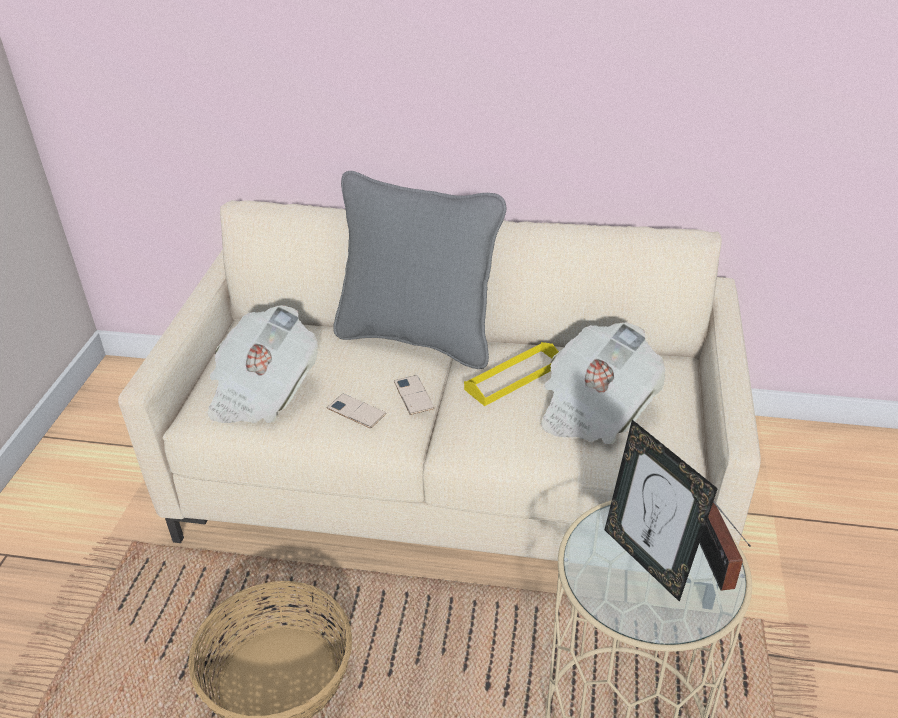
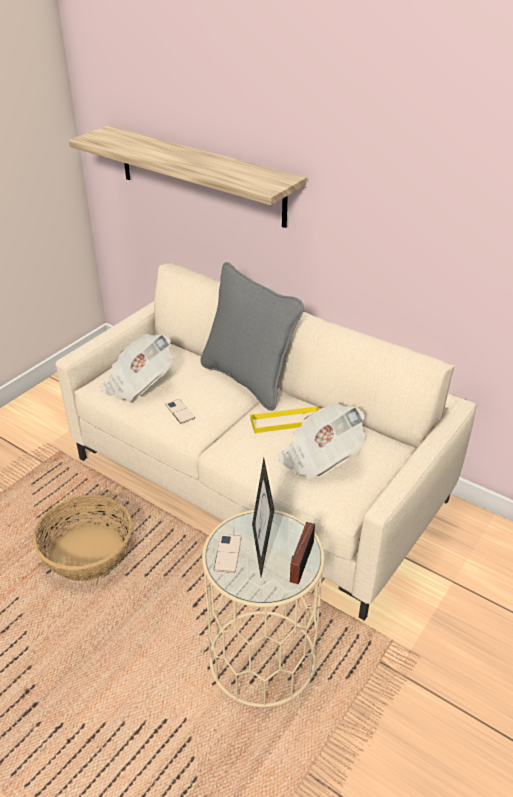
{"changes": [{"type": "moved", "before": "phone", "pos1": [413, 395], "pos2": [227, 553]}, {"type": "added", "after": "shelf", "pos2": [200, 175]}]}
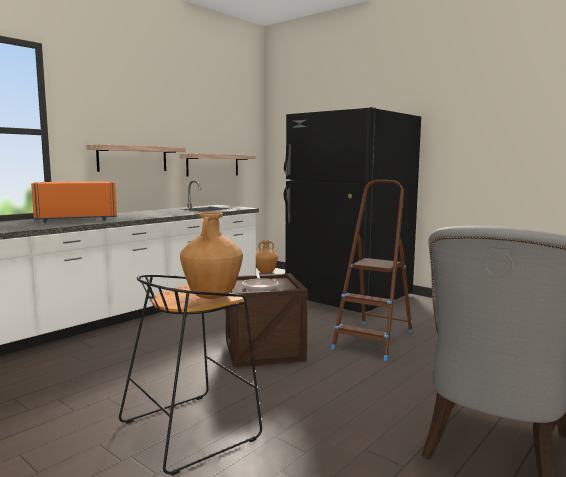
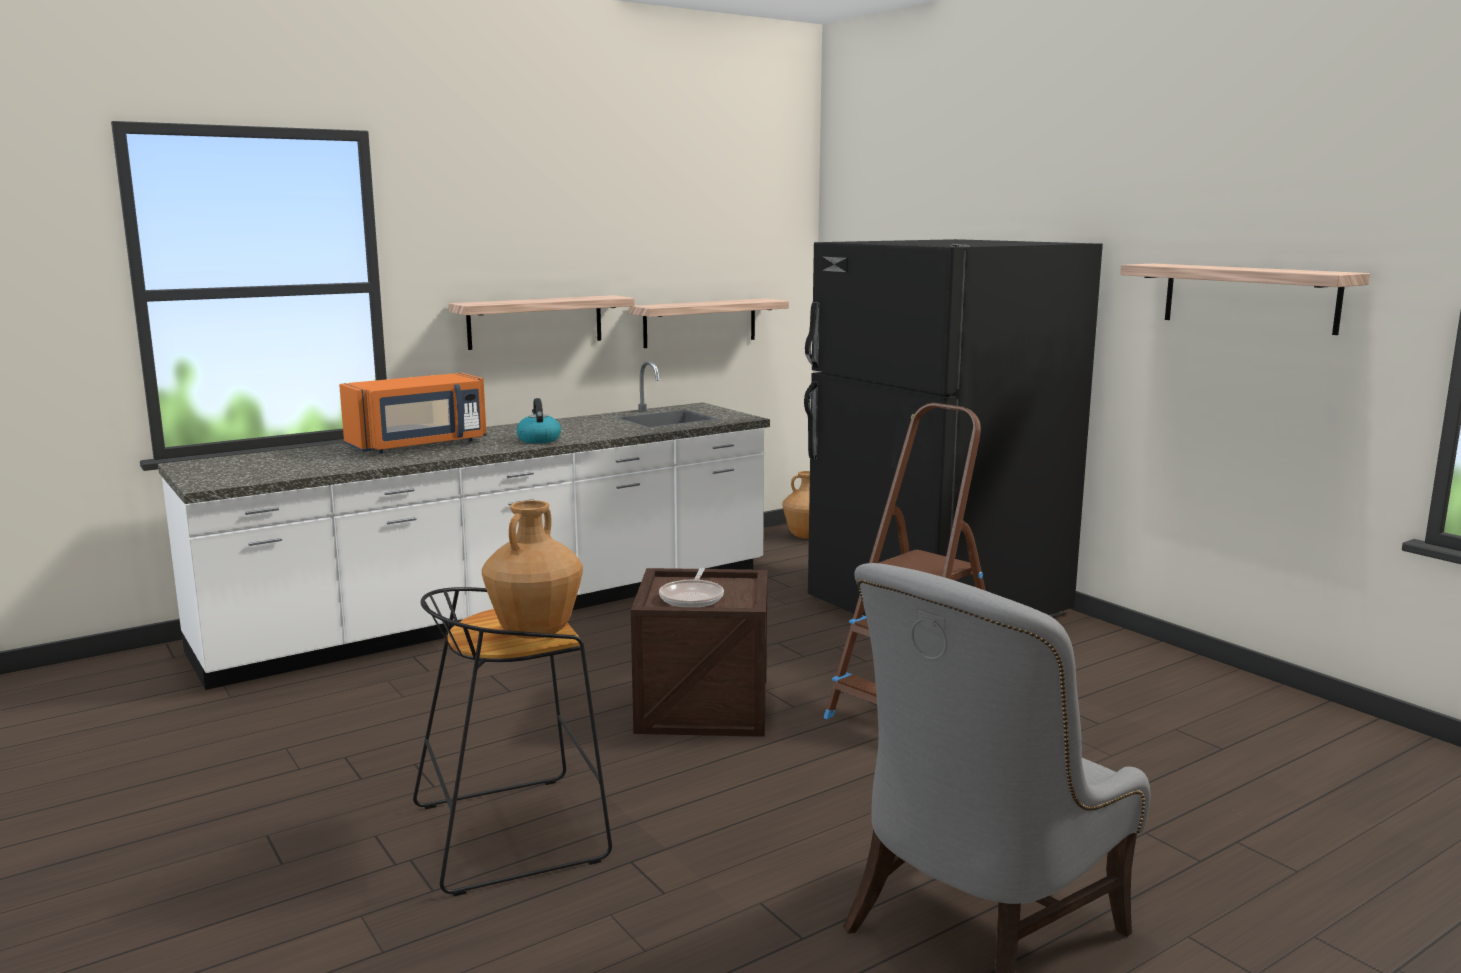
{"changes": [{"type": "turned", "before": "orange microwave", "pos1": [76, 219], "pos2": [419, 445], "turn": 150}, {"type": "added", "after": "shelf", "pos2": [1249, 297]}, {"type": "added", "after": "kettle", "pos2": [538, 439]}]}
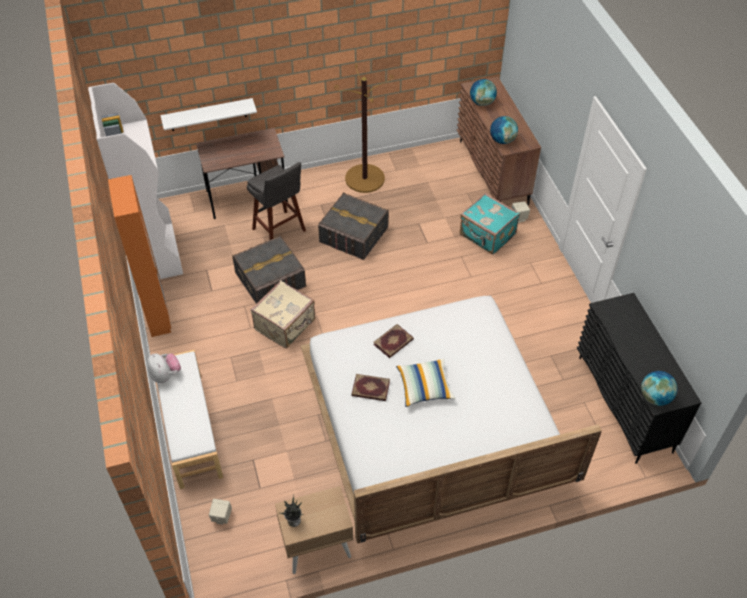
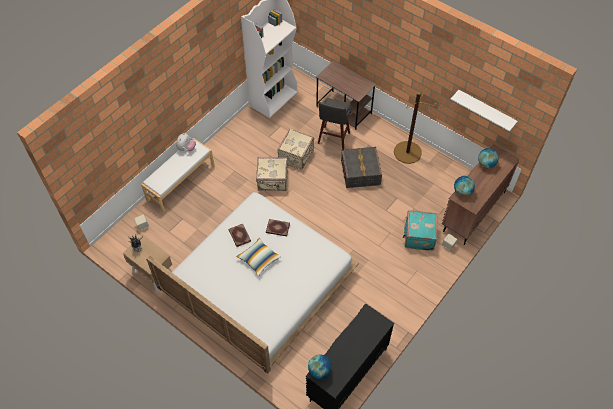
{"changes": [{"type": "moved", "before": "white shelf", "pos1": [208, 115], "pos2": [486, 110]}, {"type": "removed", "before": "orange wardrobe", "pos1": [158, 316]}, {"type": "replaced", "before": "grey storage box", "after": "beige suitcase", "pos1": [270, 279], "pos2": [296, 155]}]}
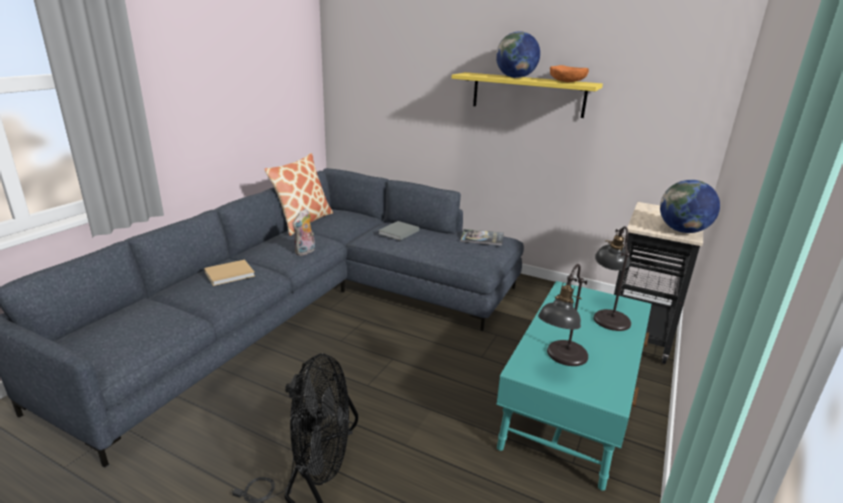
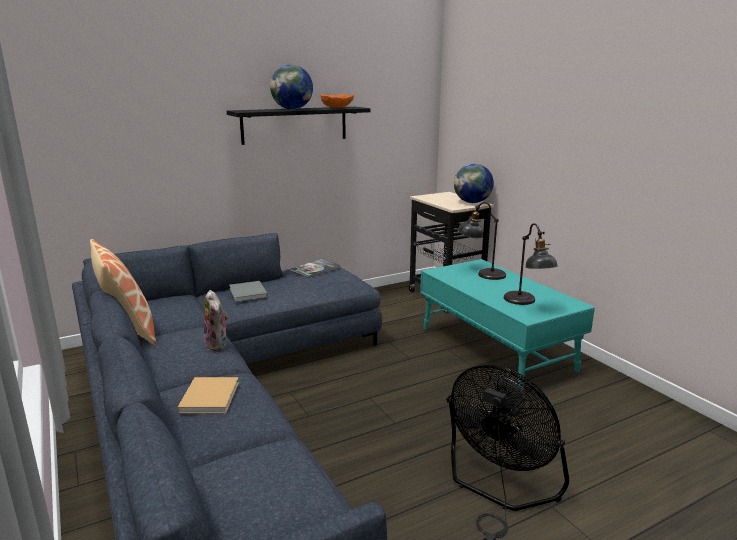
{"changes": [{"type": "recoloured", "before": "yellow shelf", "after": "black shelf", "pos1": [528, 94], "pos2": [294, 125]}]}
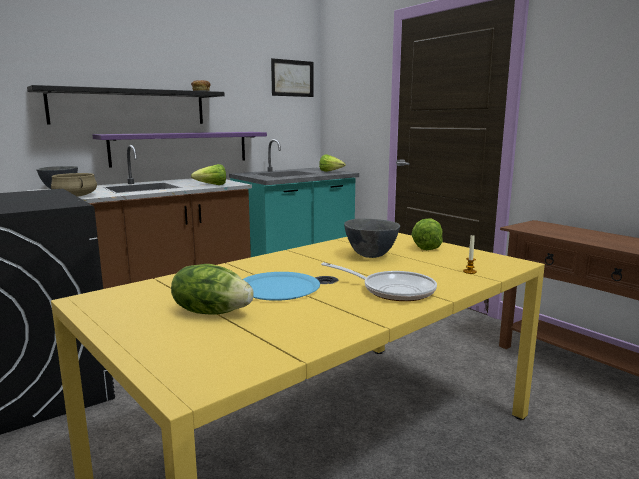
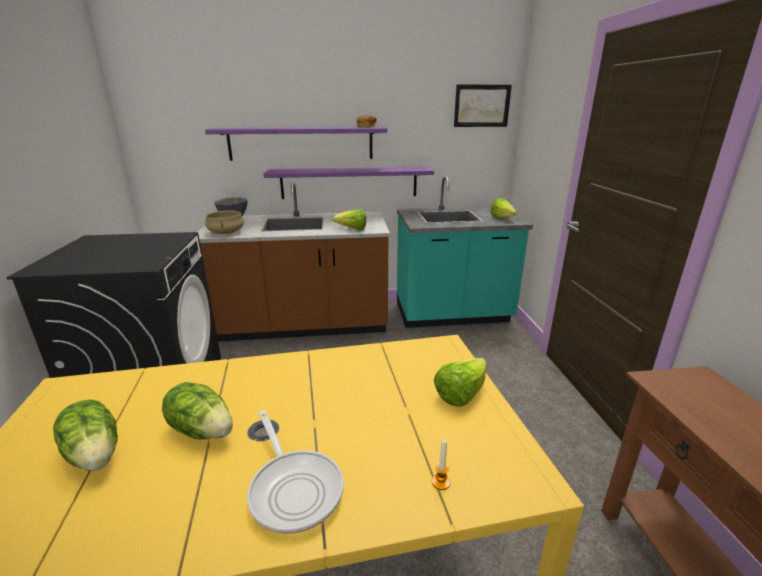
{"changes": [{"type": "recoloured", "before": "black shelf", "after": "purple shelf", "pos1": [130, 107], "pos2": [301, 143]}, {"type": "removed", "before": "grey bowl", "pos1": [371, 256]}, {"type": "replaced", "before": "blue plate", "after": "lettuce", "pos1": [278, 288], "pos2": [202, 429]}]}
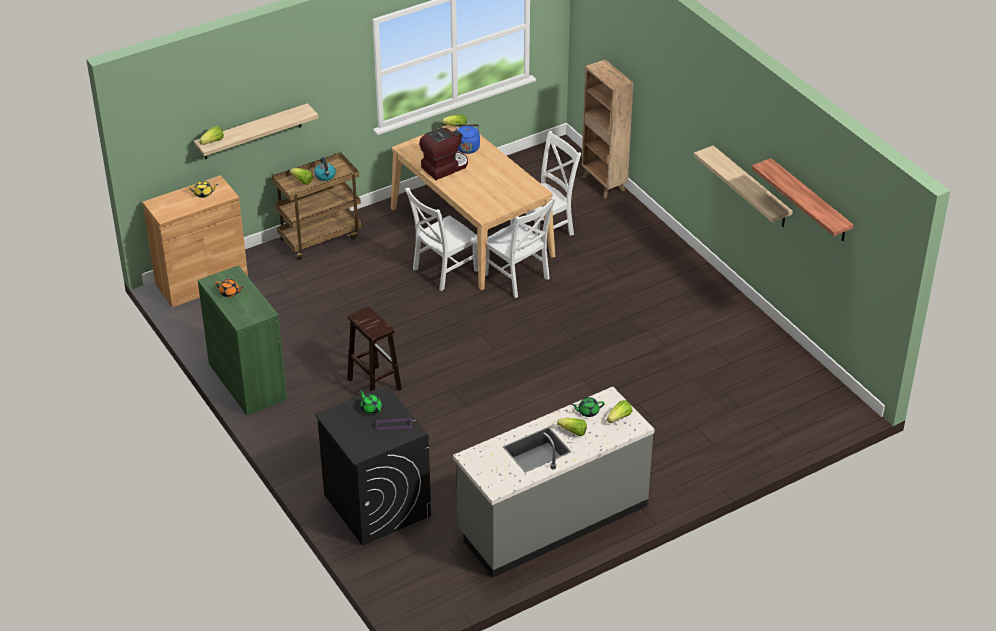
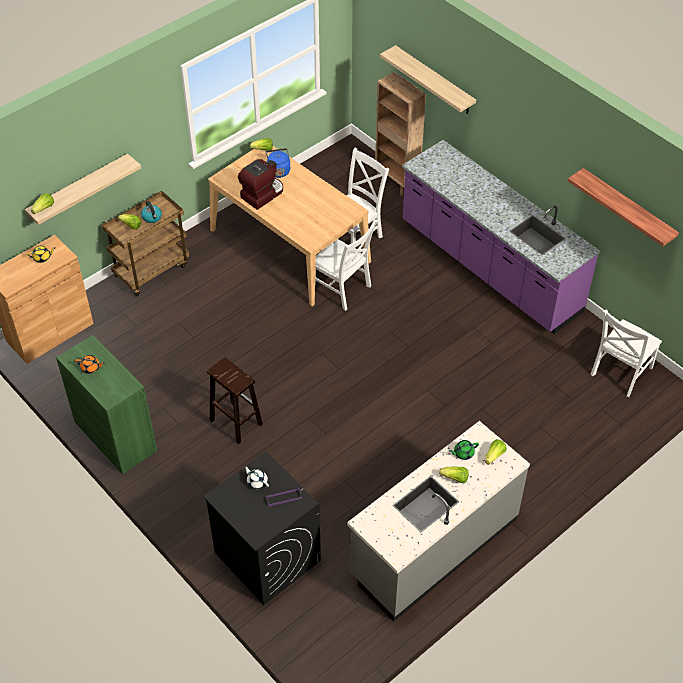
{"changes": [{"type": "moved", "before": "shelf", "pos1": [751, 187], "pos2": [434, 81]}, {"type": "moved", "before": "white chair", "pos1": [443, 271], "pos2": [620, 373]}, {"type": "recoloured", "before": "green teapot", "after": "white teapot", "pos1": [371, 408], "pos2": [257, 482]}, {"type": "added", "after": "purple counter", "pos2": [489, 268]}]}
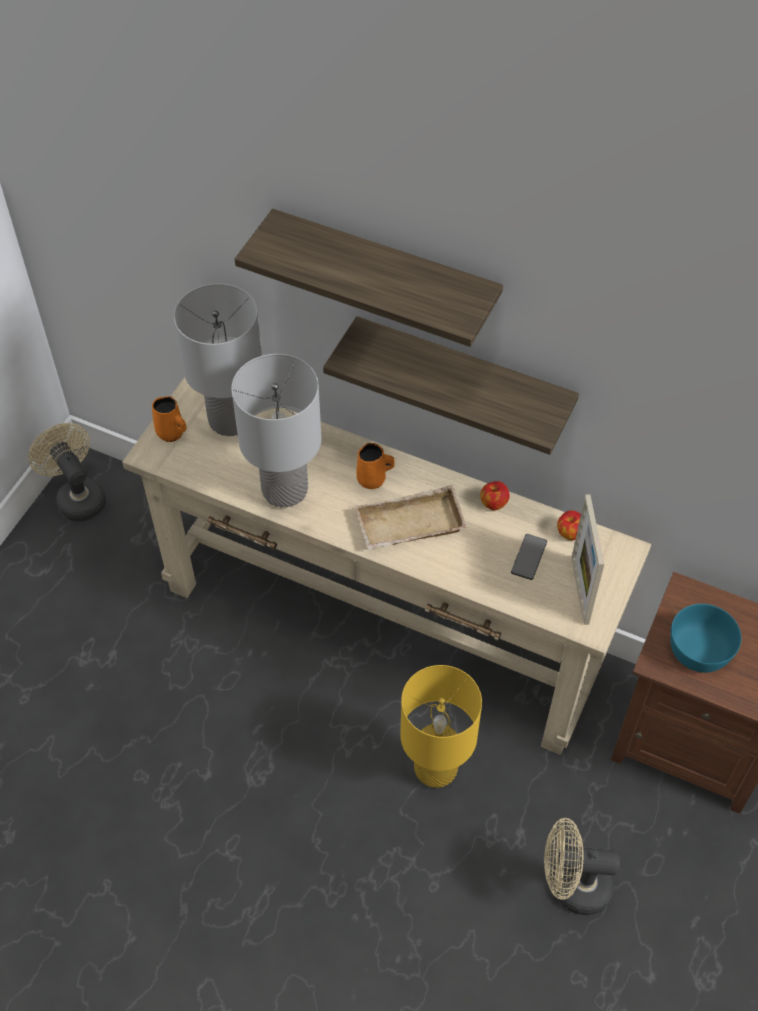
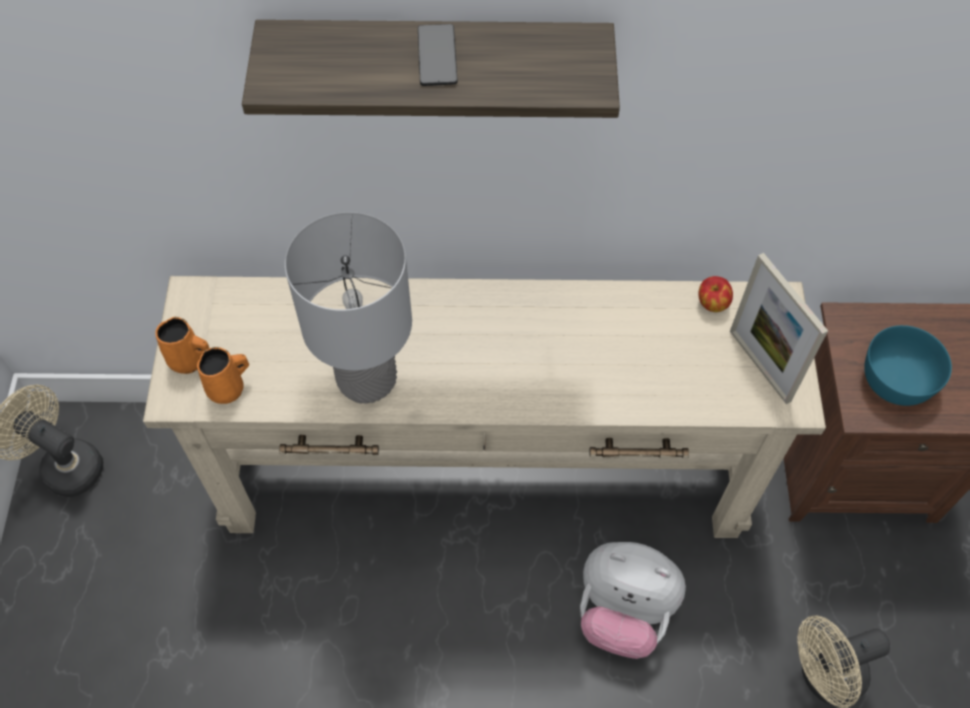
{"changes": [{"type": "removed", "before": "grey table lamp", "pos1": [231, 422]}, {"type": "removed", "before": "shelf", "pos1": [463, 381]}, {"type": "moved", "before": "orange mug", "pos1": [373, 479], "pos2": [228, 389]}, {"type": "removed", "before": "apple", "pos1": [493, 503]}, {"type": "removed", "before": "beige tray", "pos1": [409, 527]}, {"type": "moved", "before": "phone", "pos1": [529, 557], "pos2": [437, 56]}, {"type": "replaced", "before": "yellow table lamp", "after": "plush toy", "pos1": [436, 770], "pos2": [623, 612]}]}
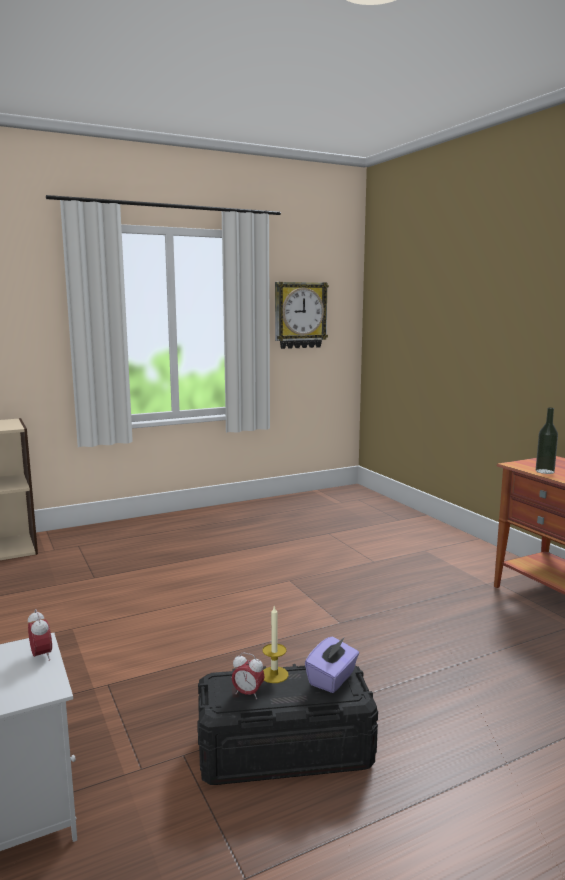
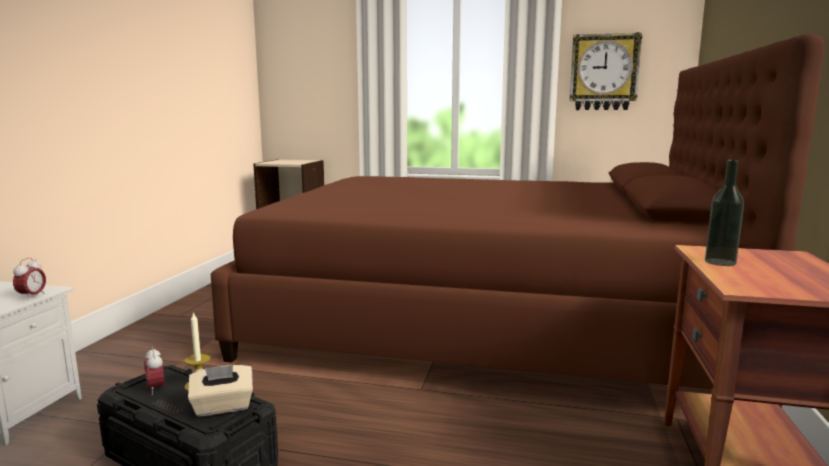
{"changes": [{"type": "recoloured", "before": "purple tissue box", "after": "beige tissue box", "pos1": [332, 679], "pos2": [222, 407]}, {"type": "added", "after": "brown bed", "pos2": [485, 321]}]}
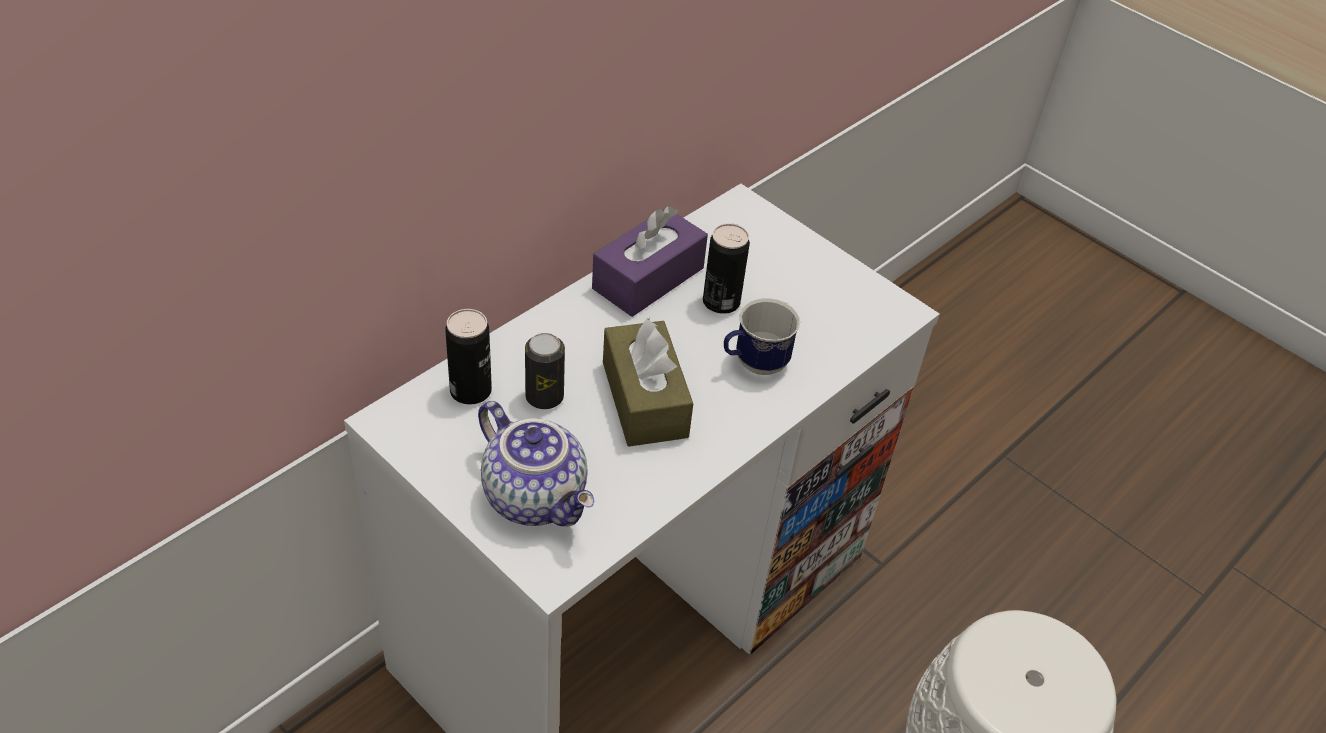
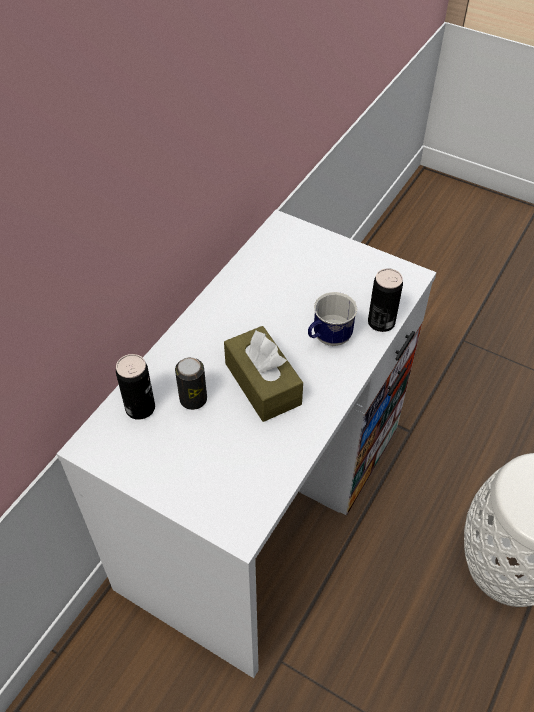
{"changes": [{"type": "removed", "before": "purple tissue box", "pos1": [648, 278]}, {"type": "moved", "before": "can", "pos1": [721, 302], "pos2": [381, 322]}, {"type": "removed", "before": "teapot", "pos1": [537, 497]}]}
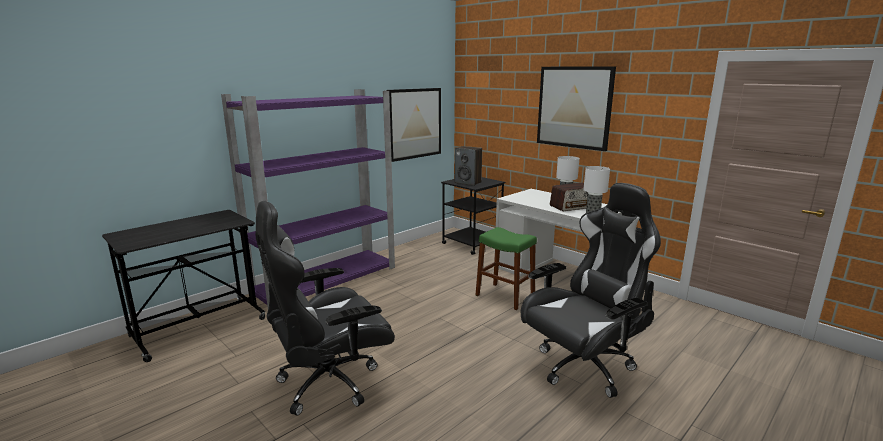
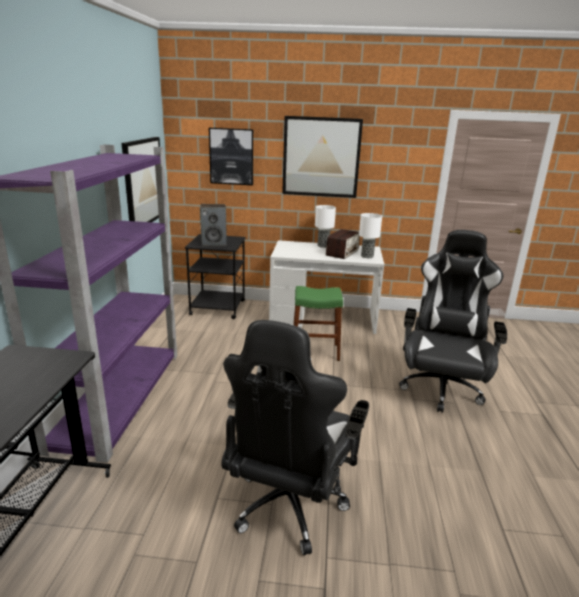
{"changes": [{"type": "added", "after": "picture", "pos2": [231, 156]}]}
